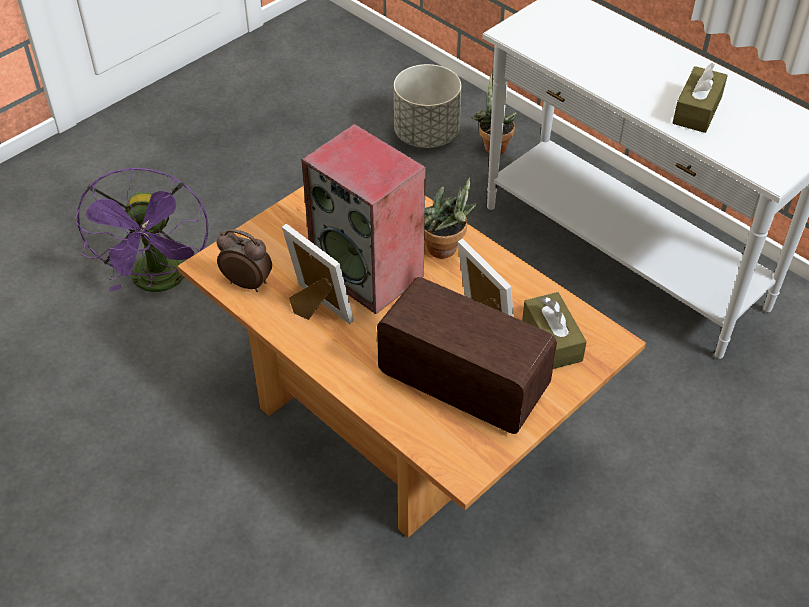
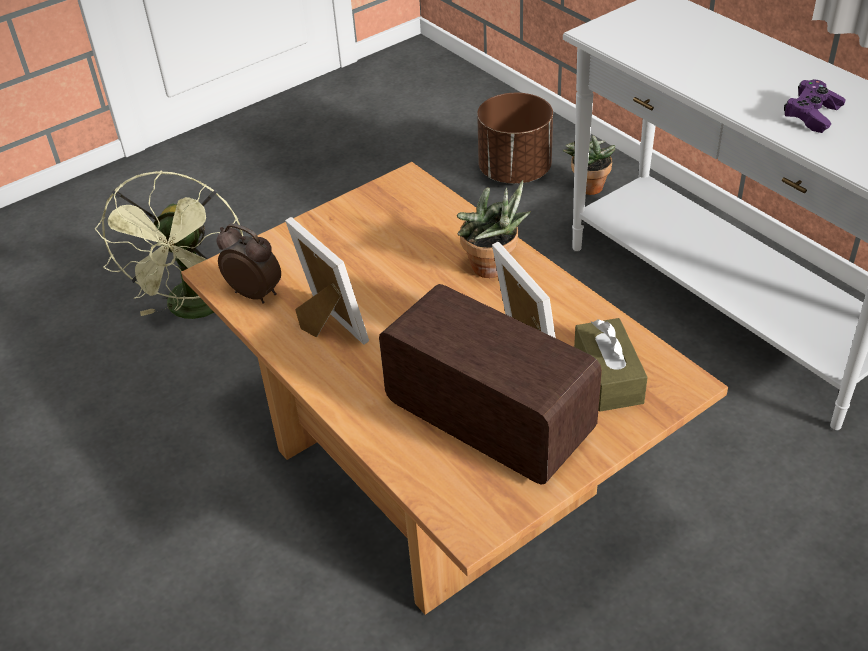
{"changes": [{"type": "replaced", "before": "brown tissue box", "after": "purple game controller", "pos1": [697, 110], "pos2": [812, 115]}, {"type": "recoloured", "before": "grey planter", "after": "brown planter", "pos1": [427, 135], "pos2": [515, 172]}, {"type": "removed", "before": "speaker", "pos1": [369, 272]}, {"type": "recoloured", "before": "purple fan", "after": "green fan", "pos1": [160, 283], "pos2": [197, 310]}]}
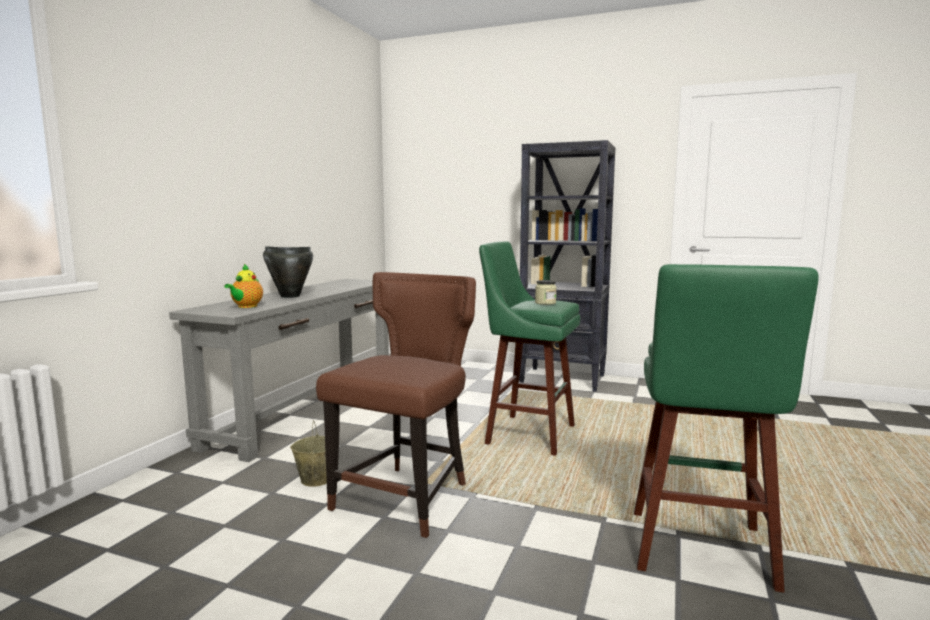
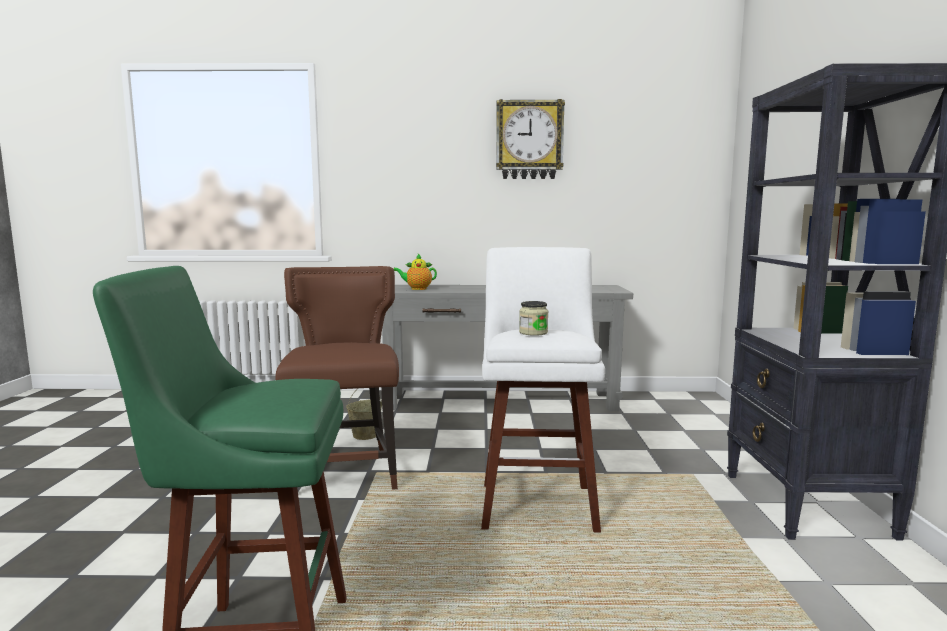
{"changes": [{"type": "recoloured", "before": "green stool", "after": "white stool", "pos1": [527, 434], "pos2": [538, 504]}, {"type": "removed", "before": "black cooking pot", "pos1": [289, 296]}, {"type": "turned", "before": "brown chair", "pos1": [406, 497], "pos2": [346, 471], "turn": -105}, {"type": "added", "after": "wall clock", "pos2": [529, 140]}]}
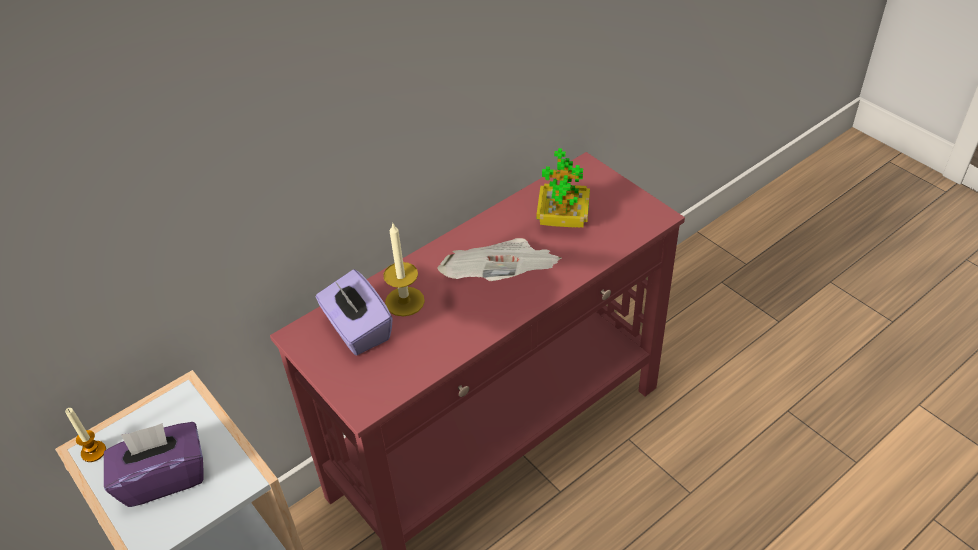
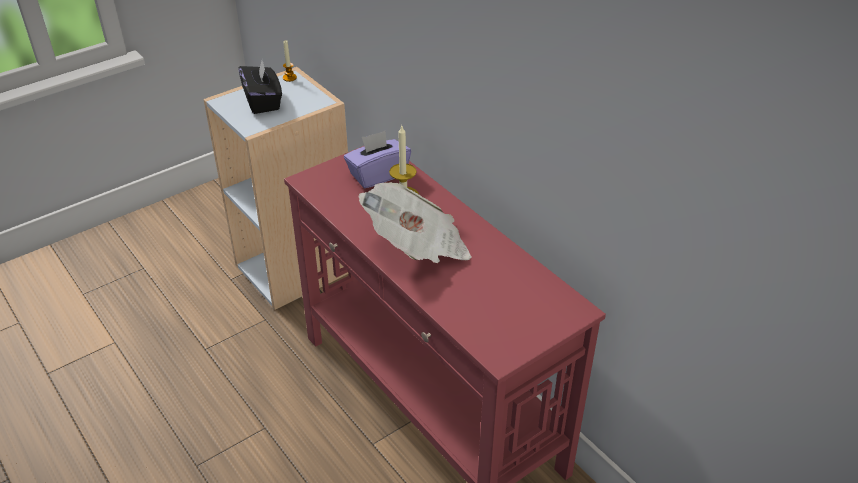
{"changes": [{"type": "removed", "before": "potted plant", "pos1": [563, 219]}, {"type": "recoloured", "before": "purple tissue box", "after": "black tissue box", "pos1": [163, 477], "pos2": [263, 101]}]}
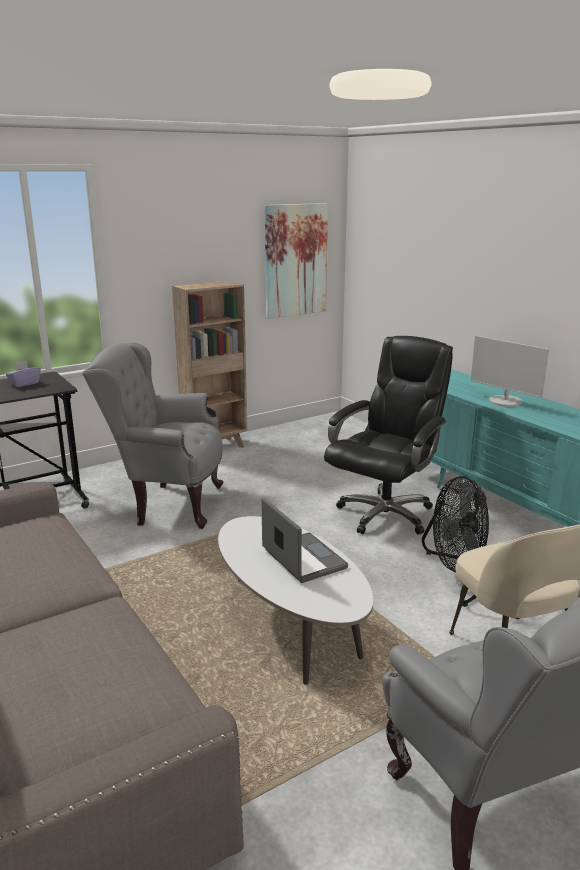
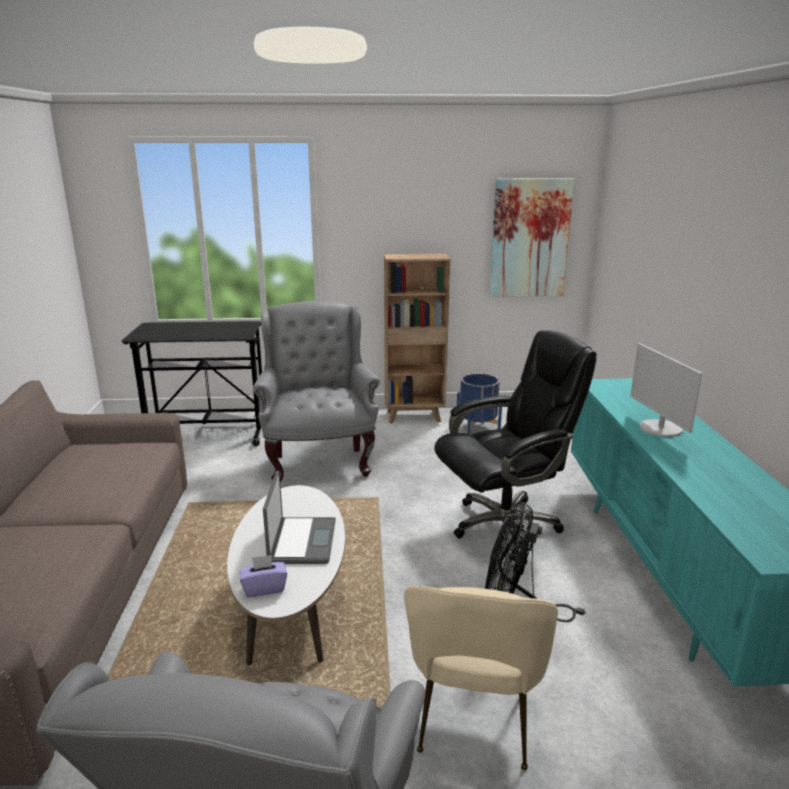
{"changes": [{"type": "turned", "before": "grey armchair", "pos1": [168, 505], "pos2": [319, 460], "turn": 45}, {"type": "moved", "before": "purple tissue box", "pos1": [24, 383], "pos2": [264, 588]}, {"type": "added", "after": "blue planter", "pos2": [477, 428]}]}
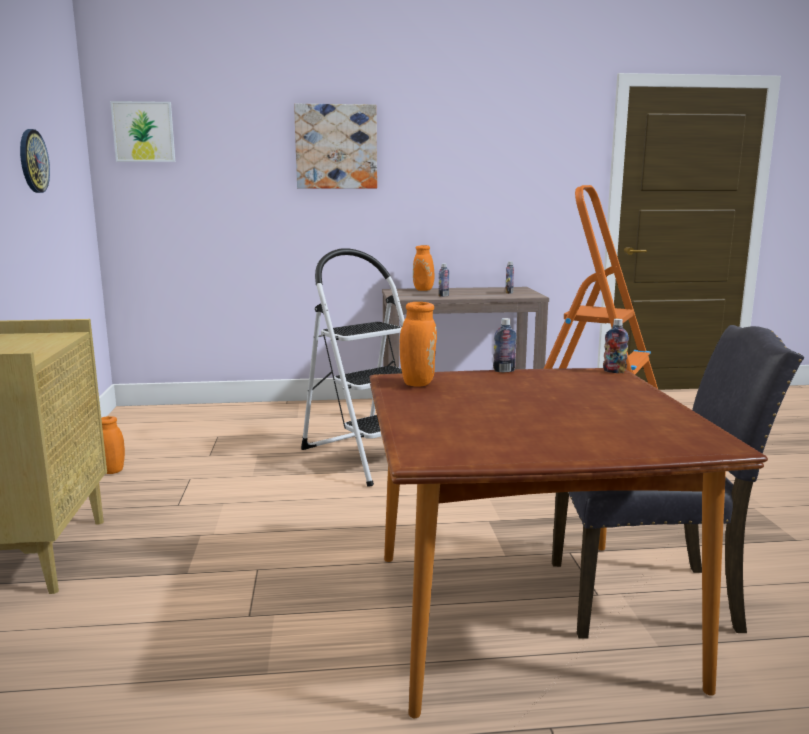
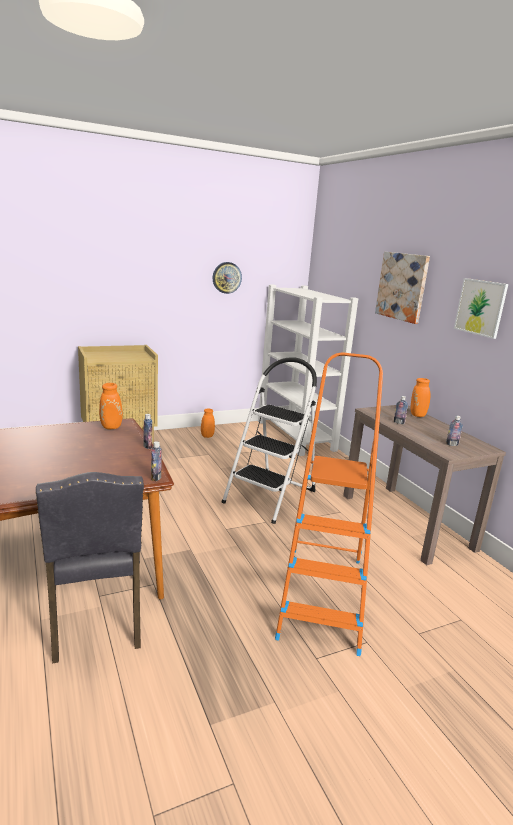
{"changes": [{"type": "moved", "before": "picture", "pos1": [143, 132], "pos2": [480, 307]}, {"type": "added", "after": "white bookcase", "pos2": [295, 435]}]}
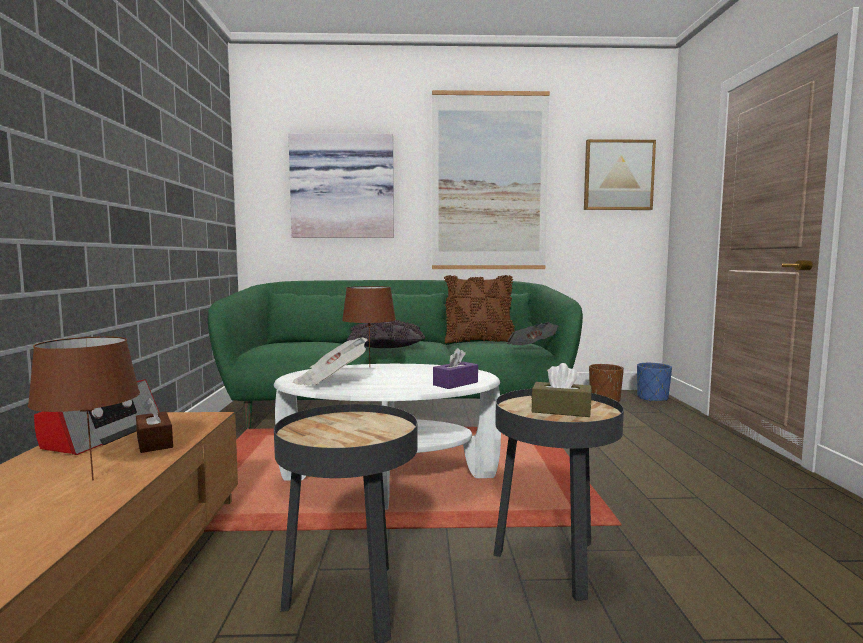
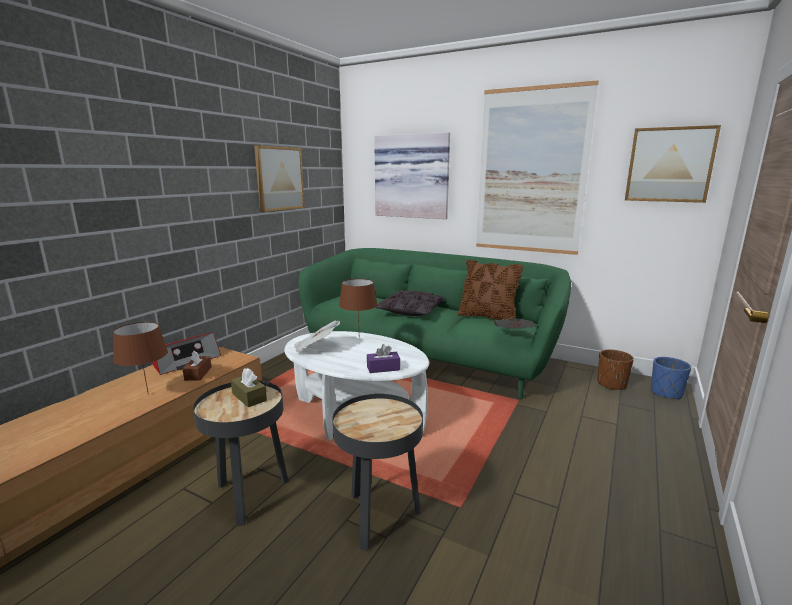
{"changes": [{"type": "moved", "before": "brown tissue box", "pos1": [561, 410], "pos2": [249, 397]}, {"type": "added", "after": "picture", "pos2": [279, 178]}]}
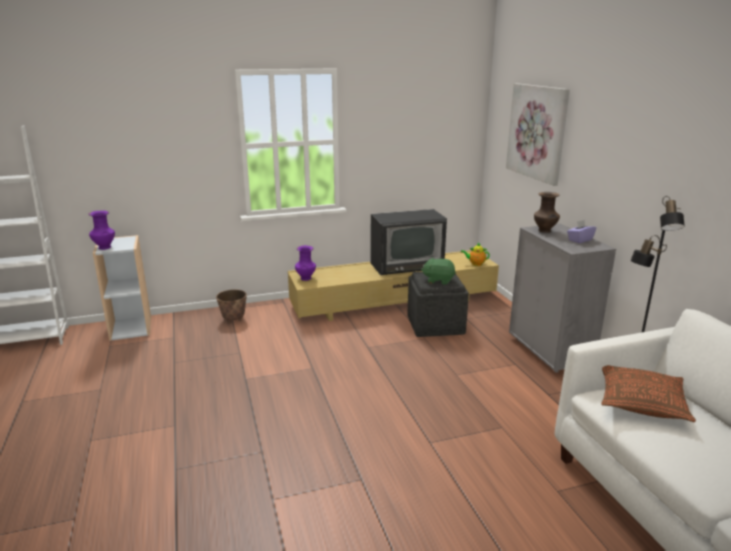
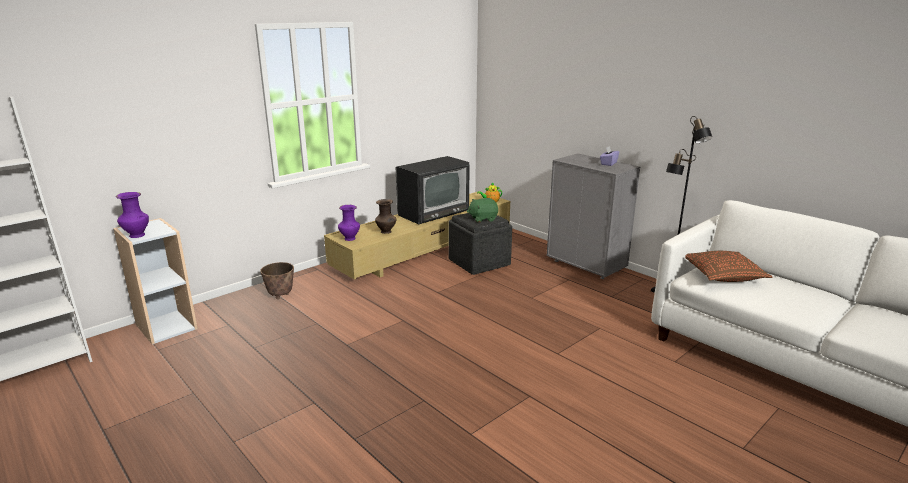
{"changes": [{"type": "removed", "before": "picture", "pos1": [536, 132]}, {"type": "moved", "before": "brown vase", "pos1": [545, 231], "pos2": [386, 232]}]}
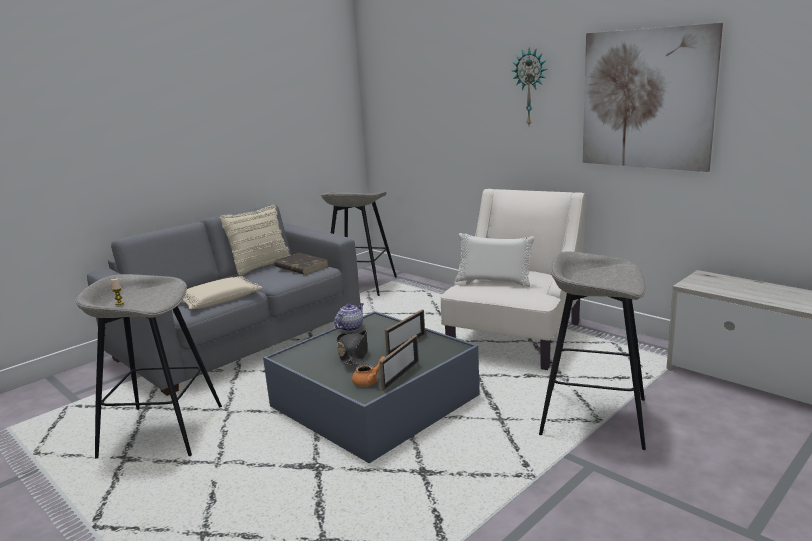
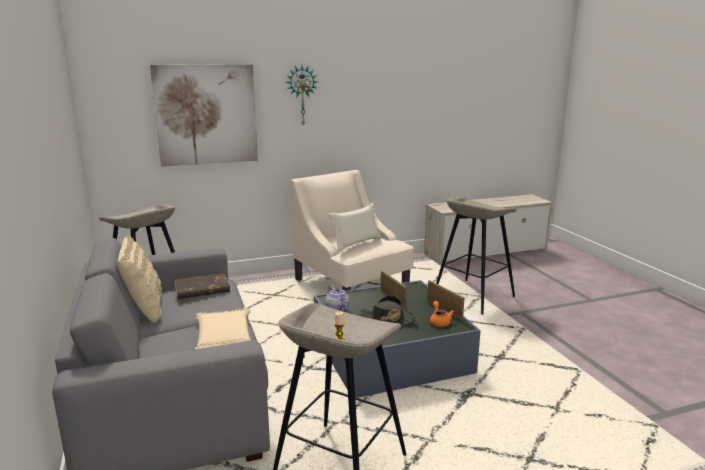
{"changes": [{"type": "moved", "before": "picture", "pos1": [646, 99], "pos2": [206, 115]}]}
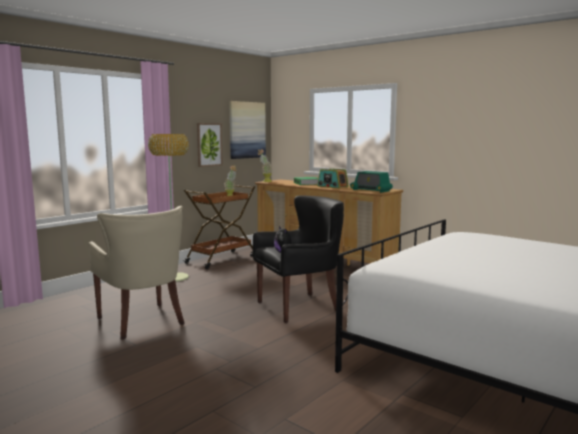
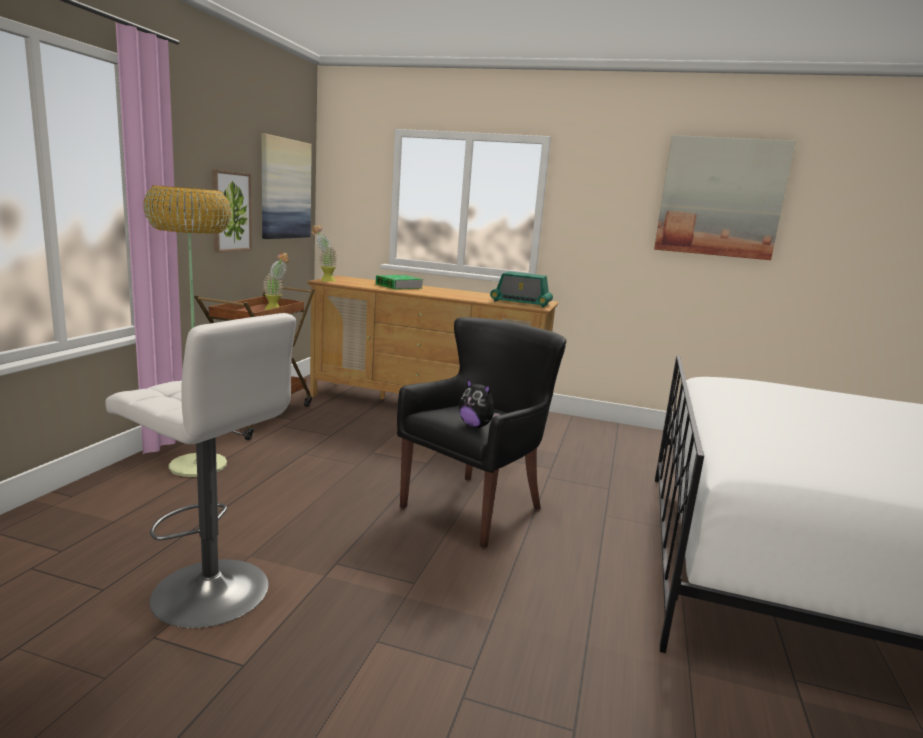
{"changes": [{"type": "removed", "before": "radio", "pos1": [332, 186]}, {"type": "replaced", "before": "beige armchair", "after": "white stool", "pos1": [142, 322], "pos2": [210, 593]}, {"type": "added", "after": "picture", "pos2": [720, 197]}]}
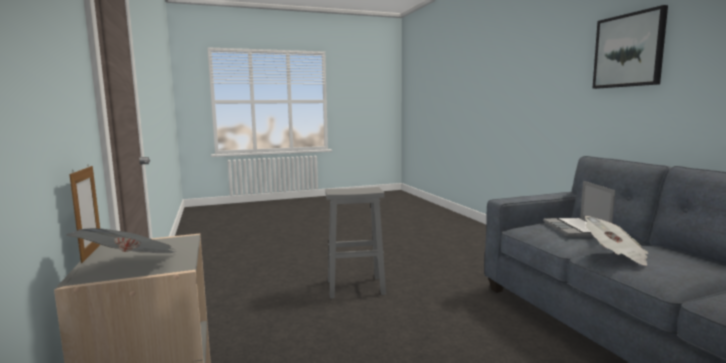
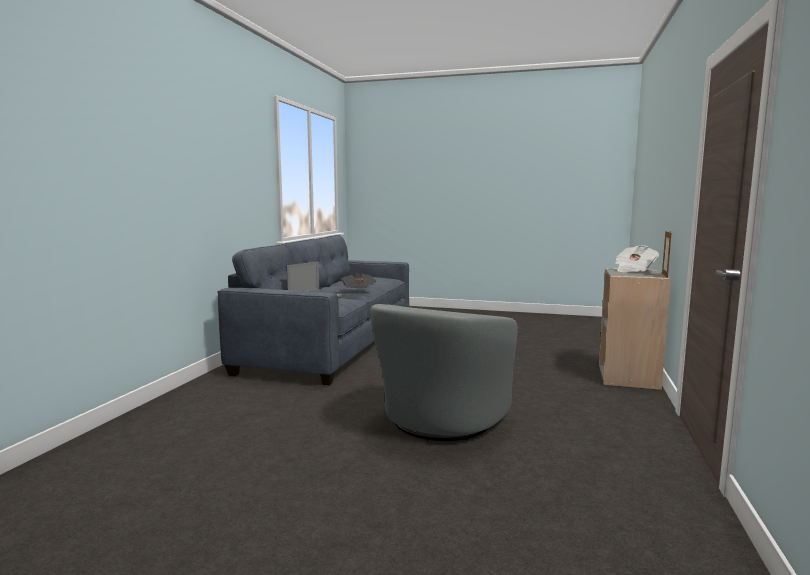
{"changes": [{"type": "removed", "before": "picture", "pos1": [628, 50]}, {"type": "replaced", "before": "grey stool", "after": "grey armchair", "pos1": [356, 287], "pos2": [440, 421]}]}
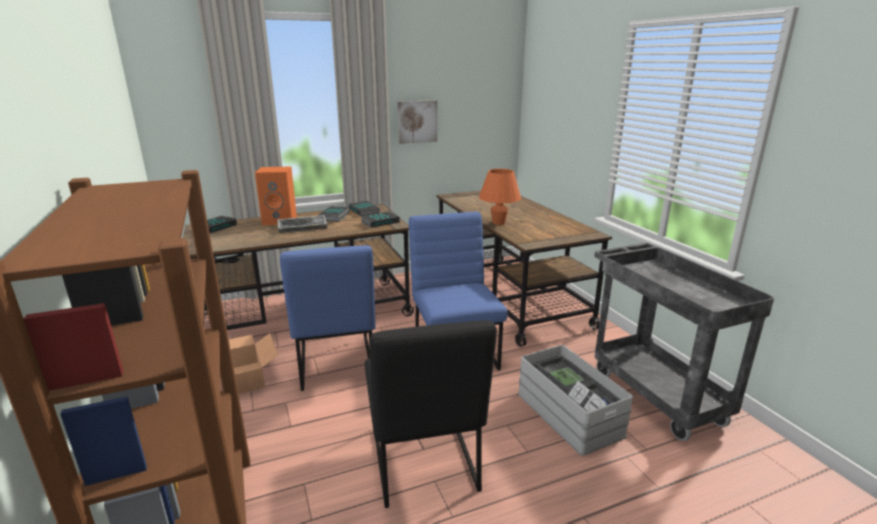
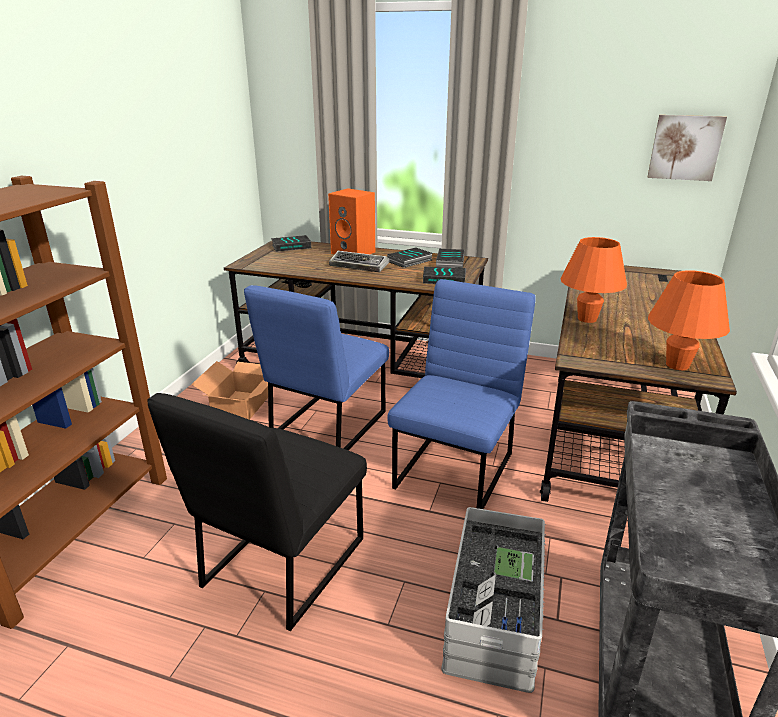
{"changes": [{"type": "moved", "before": "picture", "pos1": [417, 121], "pos2": [685, 147]}, {"type": "added", "after": "orange table lamp", "pos2": [677, 365]}]}
